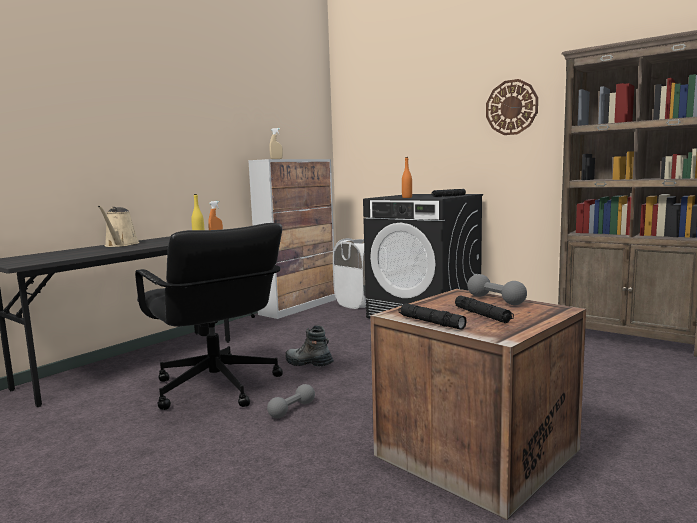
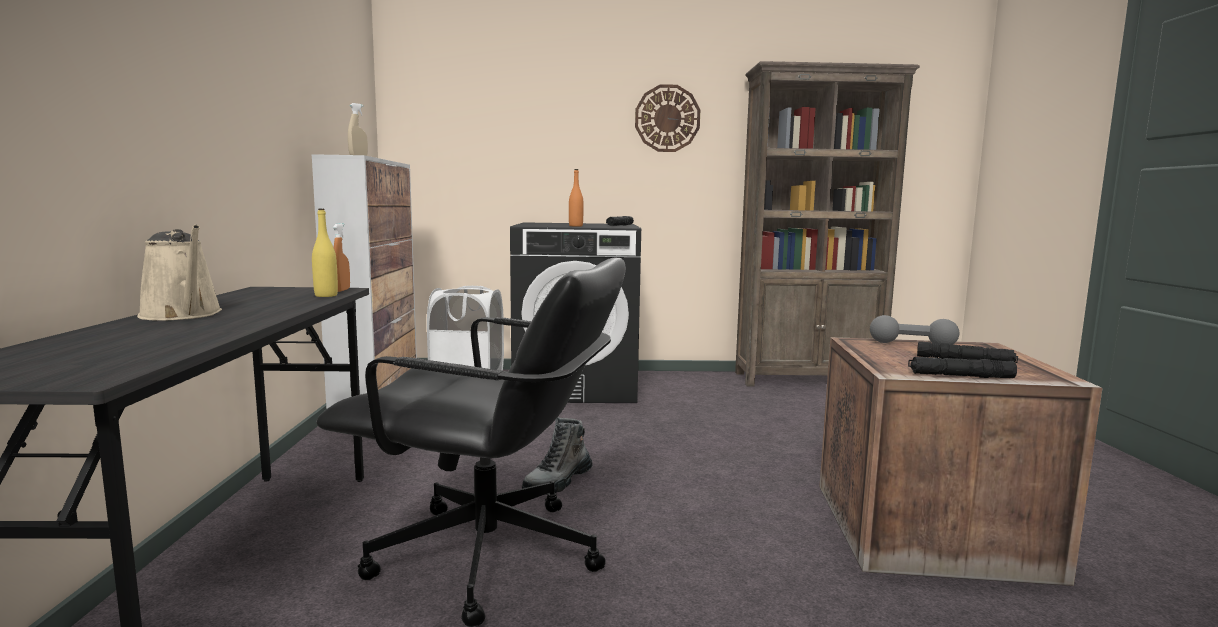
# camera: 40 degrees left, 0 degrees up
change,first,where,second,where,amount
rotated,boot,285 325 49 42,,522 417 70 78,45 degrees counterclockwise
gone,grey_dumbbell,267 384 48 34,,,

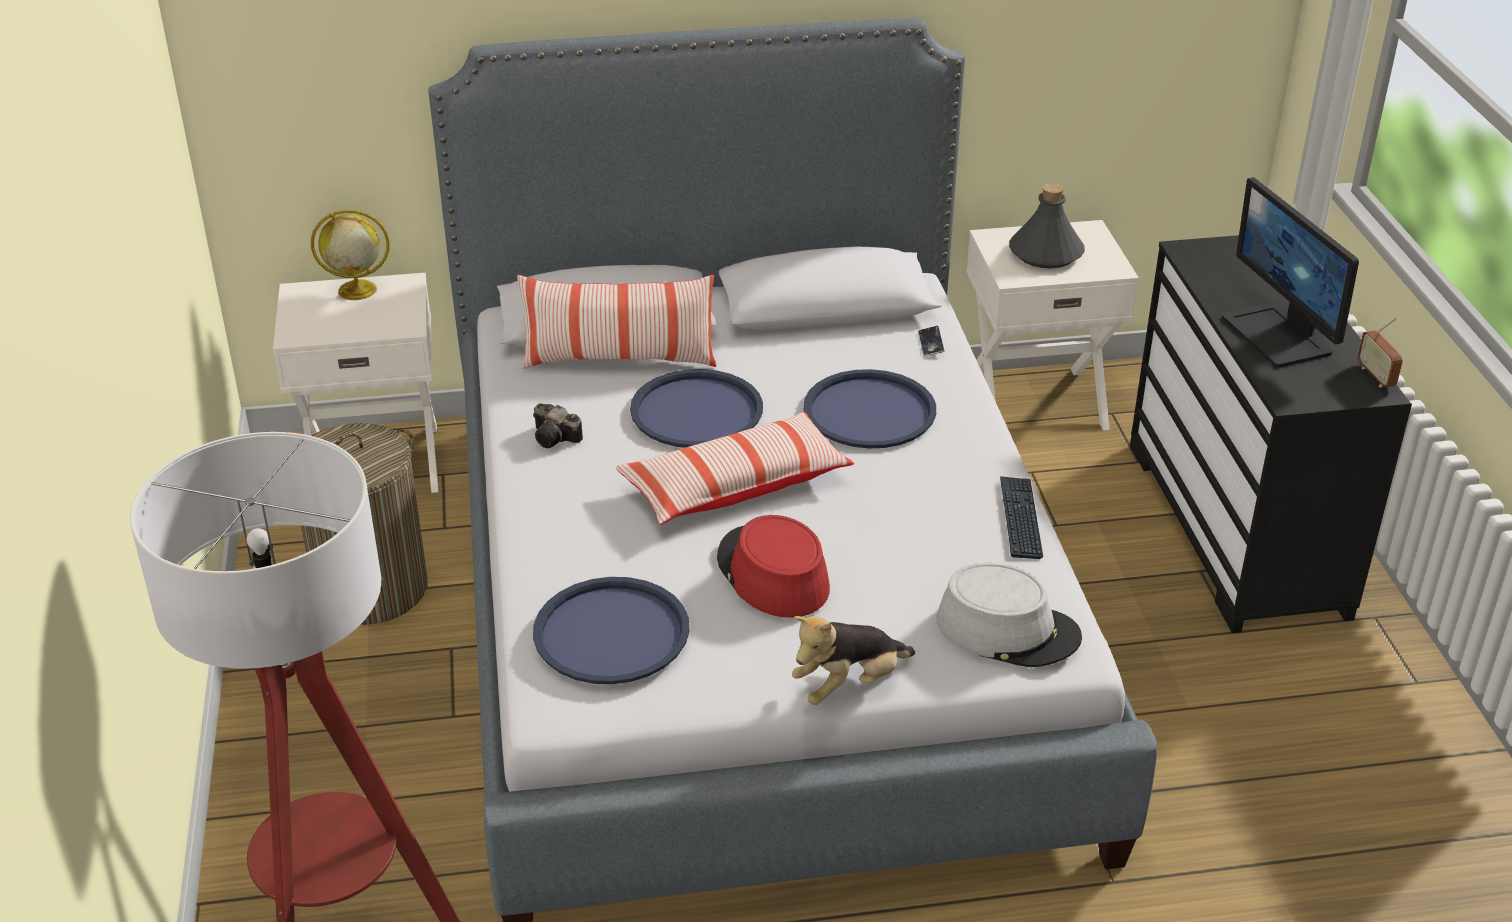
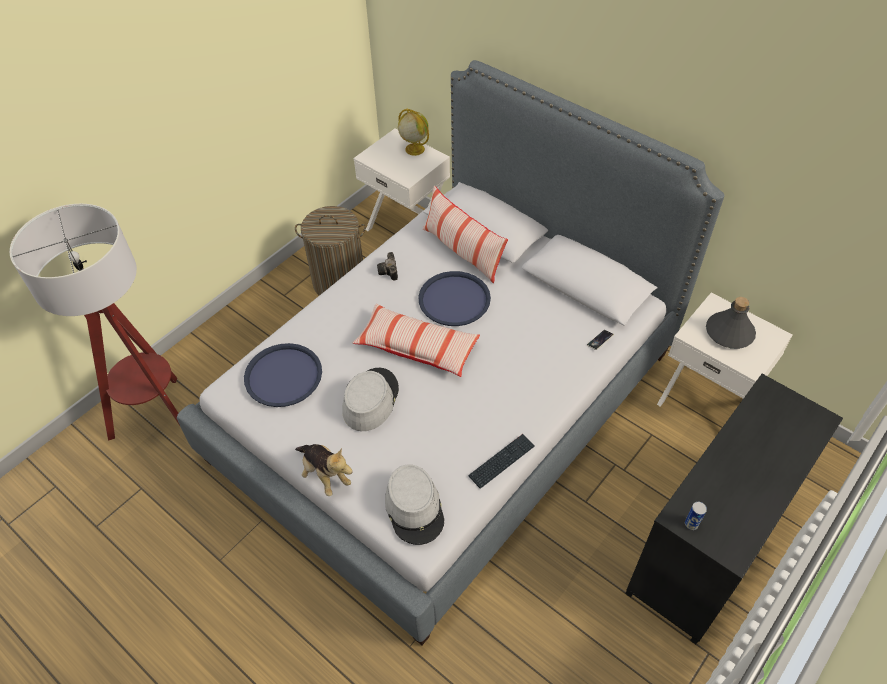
# camera: 50 degrees right, 15 degrees up
change,first,where,second,where,amount
rotated,plush_toy,792 616 123 89,,295 444 58 52,150 degrees counterclockwise
repainted,red_hat,717 515 113 103,grey_hat,342 368 57 63,
new,,,can,685 502 22 28,
gone,blue_tray,804 369 132 79,,,
gone,monitor,1222 177 137 190,,,
gone,radio,1358 317 44 70,,,

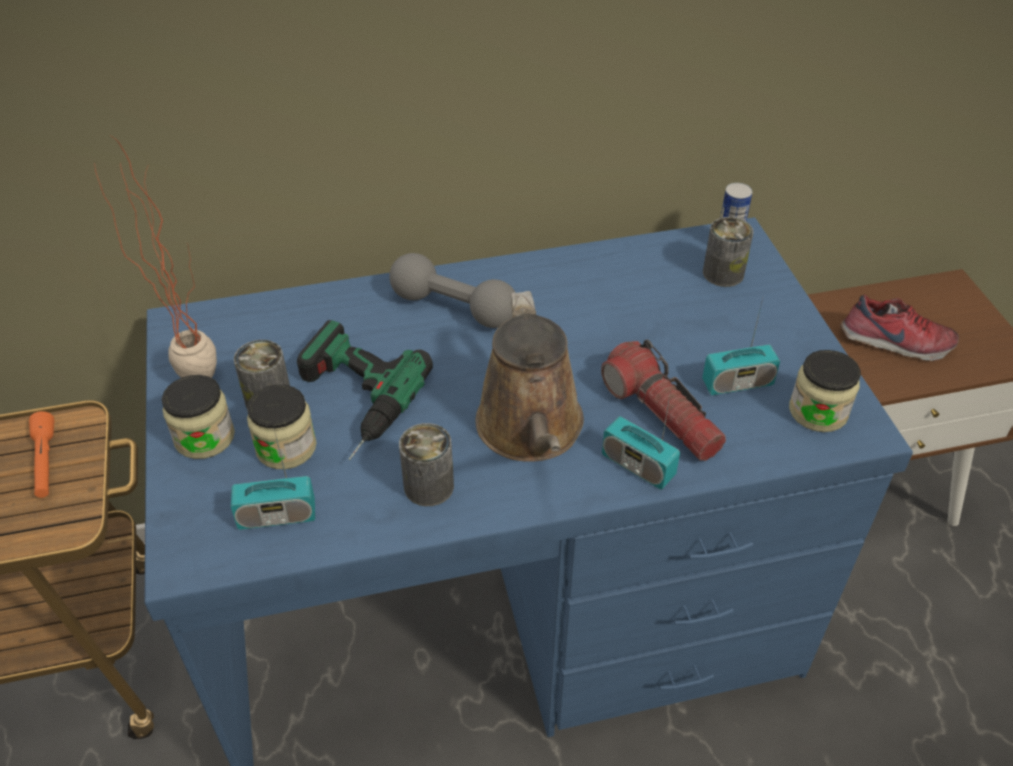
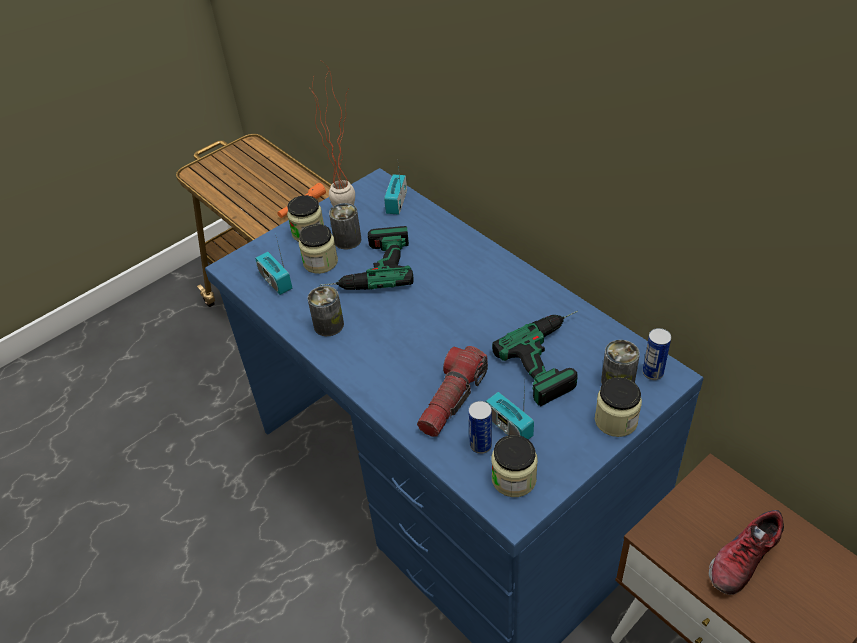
# camera: 65 degrees right, 0 degrees up
change,first,where,second,where,amount
shifted,radio,602 389 78 101,,384 166 23 49,
new,,,can,468 401 24 53,
new,,,power_drill,492 311 86 95,
new,,,jar,595 377 47 60,
rotated,shoe,840 295 119 66,,709 510 75 85,60 degrees clockwise
gone,grey_dumbbell,389 253 126 75,,,
gone,brown_watering_can,475 291 109 171,,,

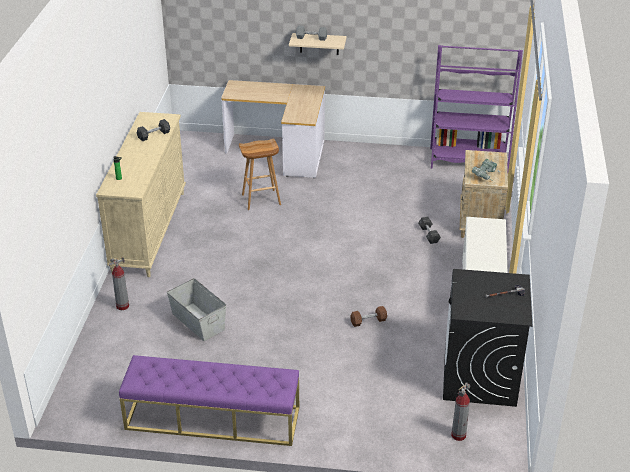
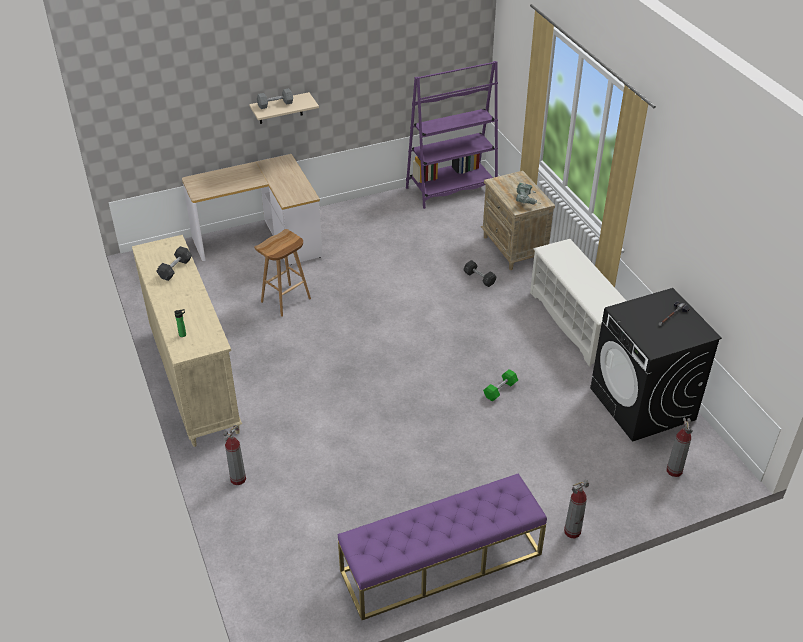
# camera: 30 degrees left, 5 degrees up
change,first,where,second,where,amount
repainted,brown_dumbbell,350 306 37 21,green_dumbbell,483 369 35 33,
new,,,fire_extinguisher,564 480 25 58,
gone,grey_storage_box,167 278 59 63,,,

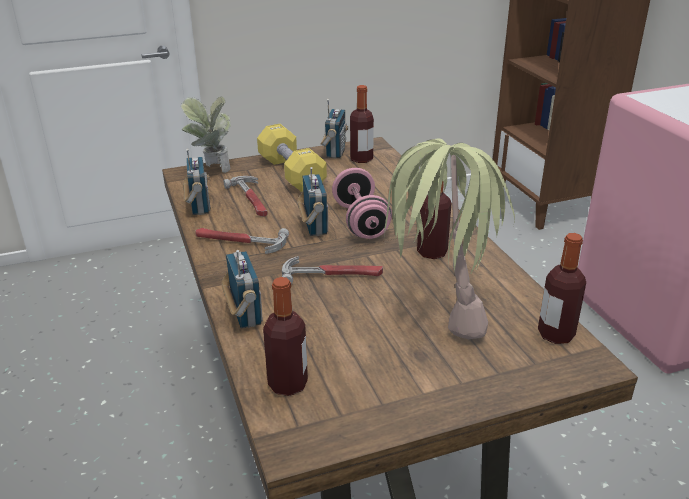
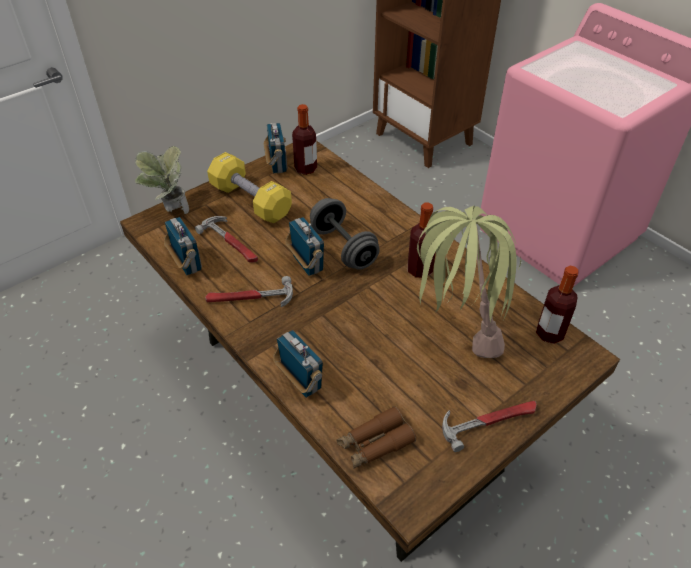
# camera: 20 degrees left, 15 degrees up
change,first,where,second,where,amount
repainted,pink_dumbbell,332 168 60 71,grey_dumbbell,310 198 70 72,
swapped,bottle,263 277 45 119,brown_binoculars,337 406 79 63,
shifted,hammer,282 256 101 28,,442 401 94 51,

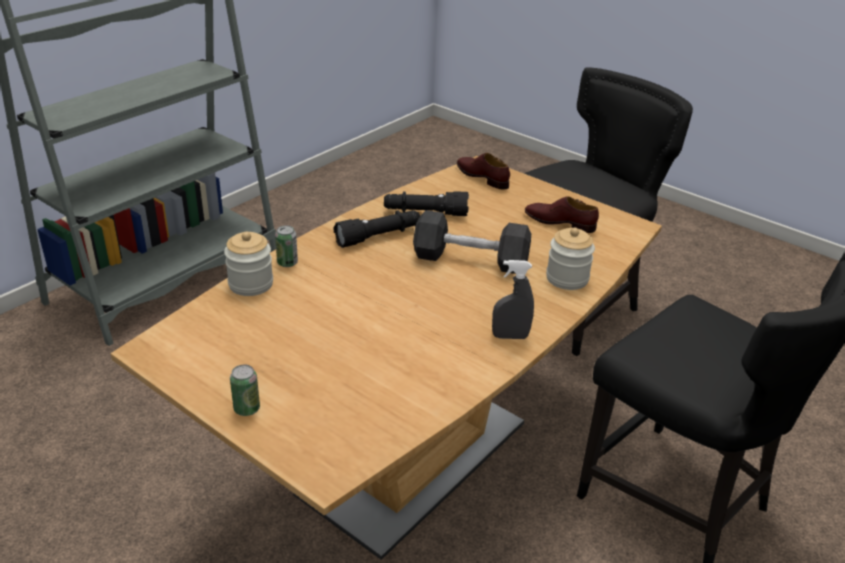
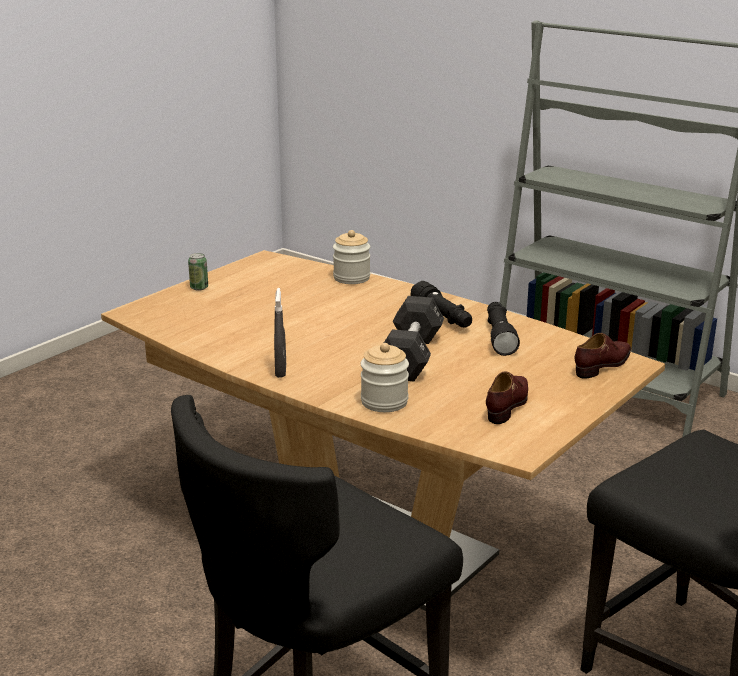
# camera: 90 degrees right, 10 degrees down
change,first,where,second,where,amount
gone,can,275 225 23 42,,,

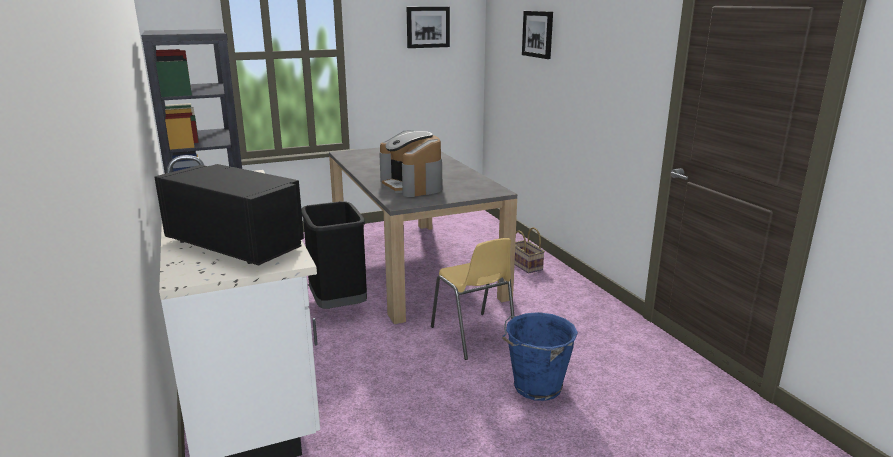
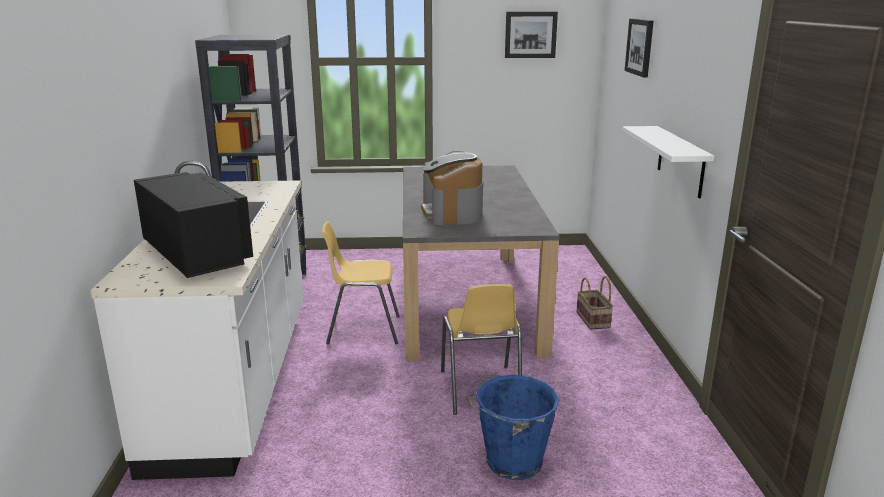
# camera: 20 degrees right, 0 degrees up
change,first,where,second,where,amount
swapped,black_trash_can,301 201 66 108,yellow_chair,322 221 78 123,
new,,,white_shelf,622 126 93 73,

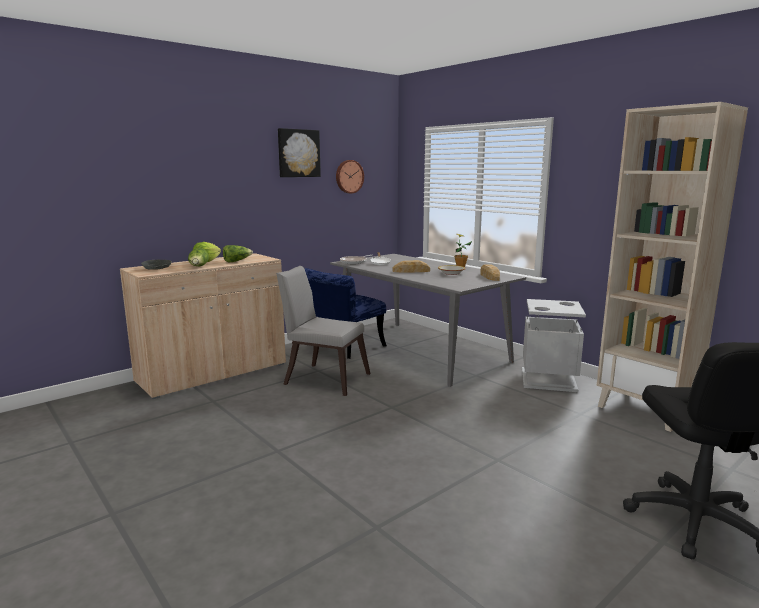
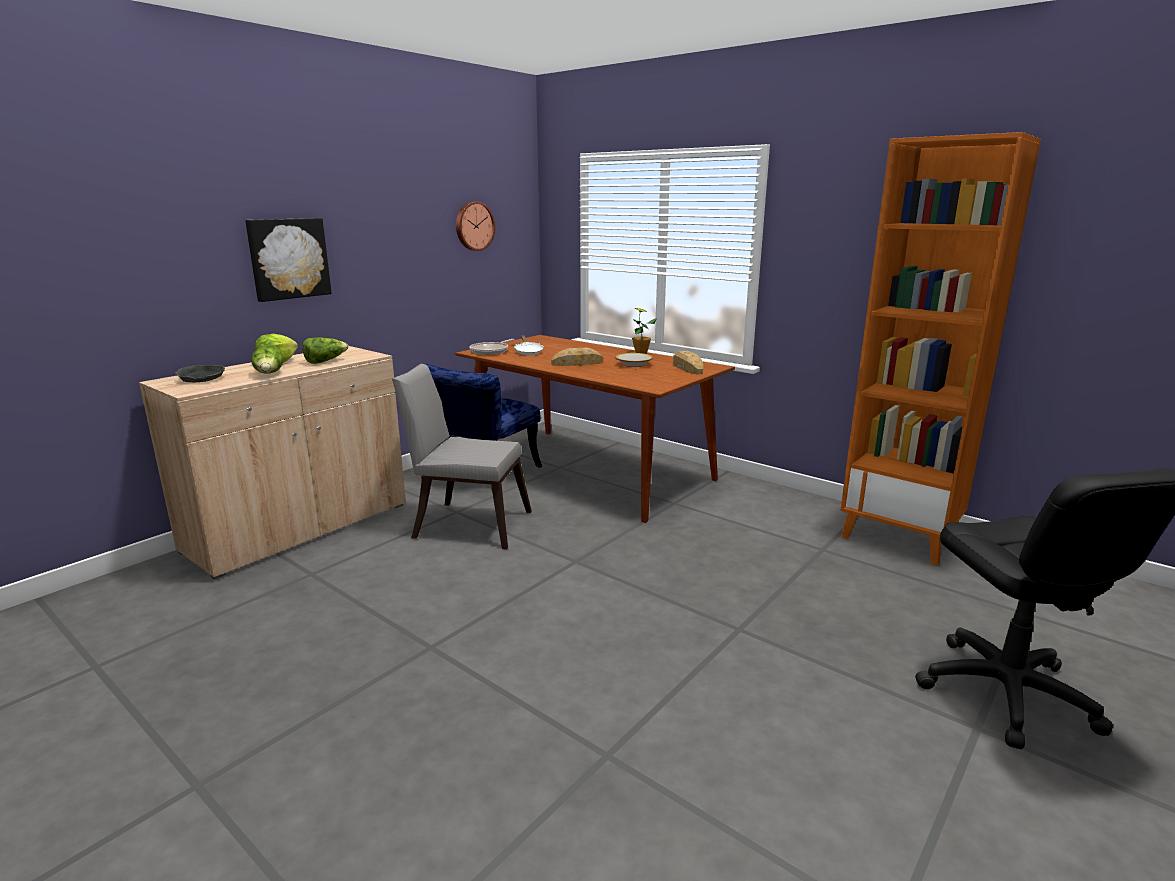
# camera: 10 degrees left, 5 degrees up
change,first,where,second,where,amount
shifted,picture,278 128 43 49,,245 218 87 84,
repainted,grey_dining_table,330 254 196 133,brown_dining_table,455 335 280 188,
repainted,beige_bookcase,597 102 151 330,orange_bookcase,840 132 201 434,
gone,grey_trash_can,522 299 64 93,,,

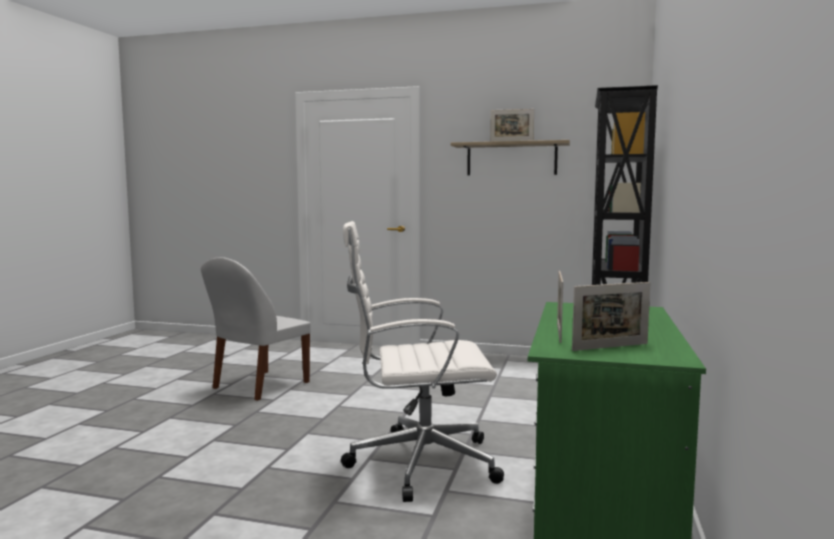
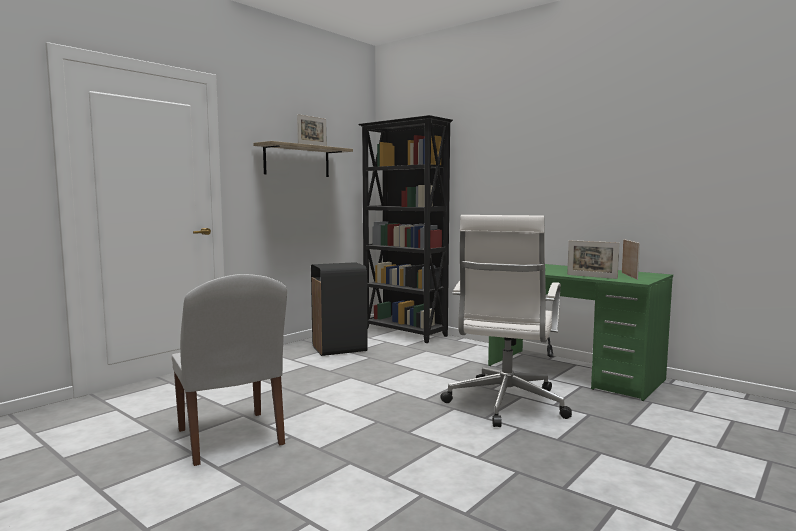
# camera: 65 degrees left, 0 degrees up
change,first,where,second,where,amount
new,,,black_trash_can,311 262 57 94,

